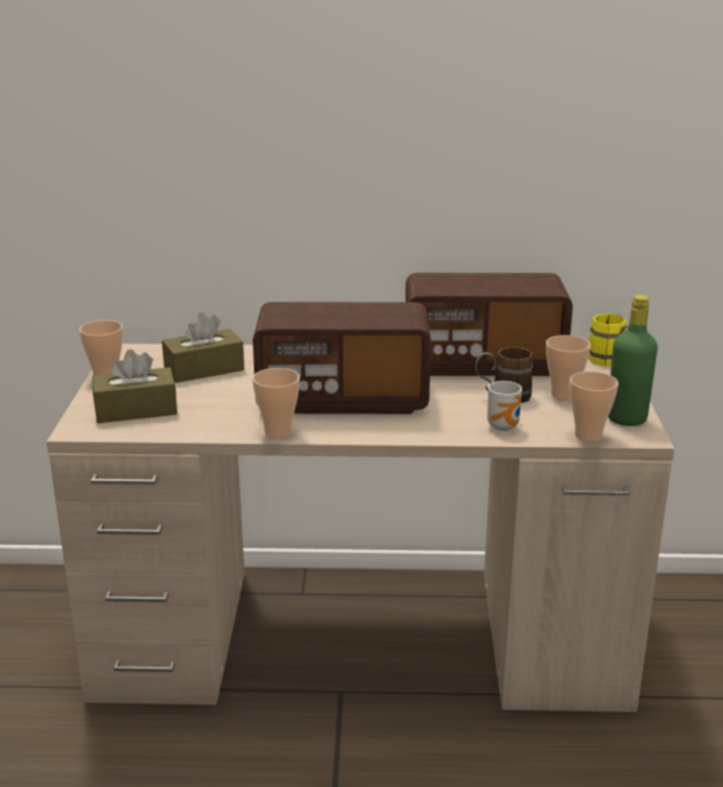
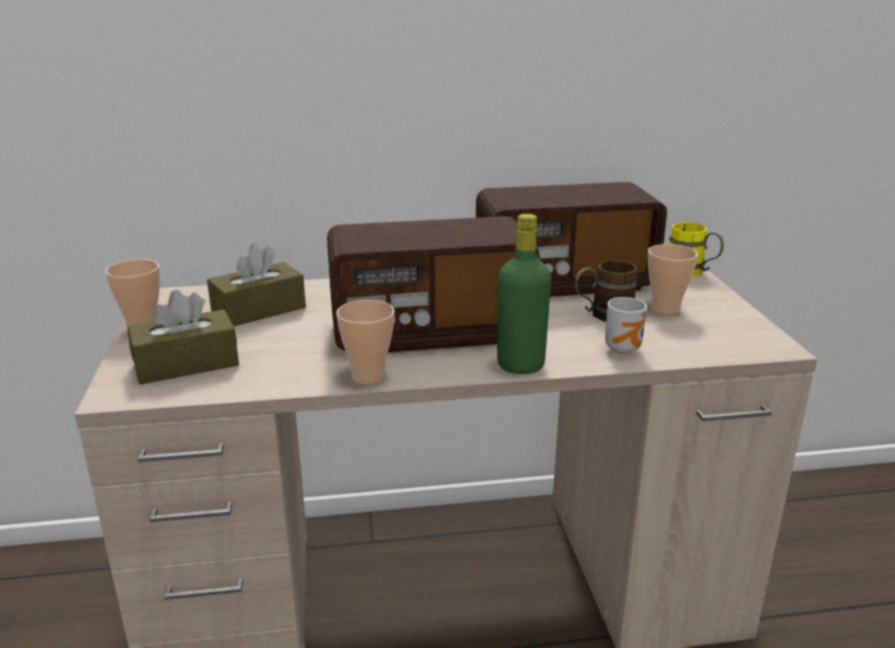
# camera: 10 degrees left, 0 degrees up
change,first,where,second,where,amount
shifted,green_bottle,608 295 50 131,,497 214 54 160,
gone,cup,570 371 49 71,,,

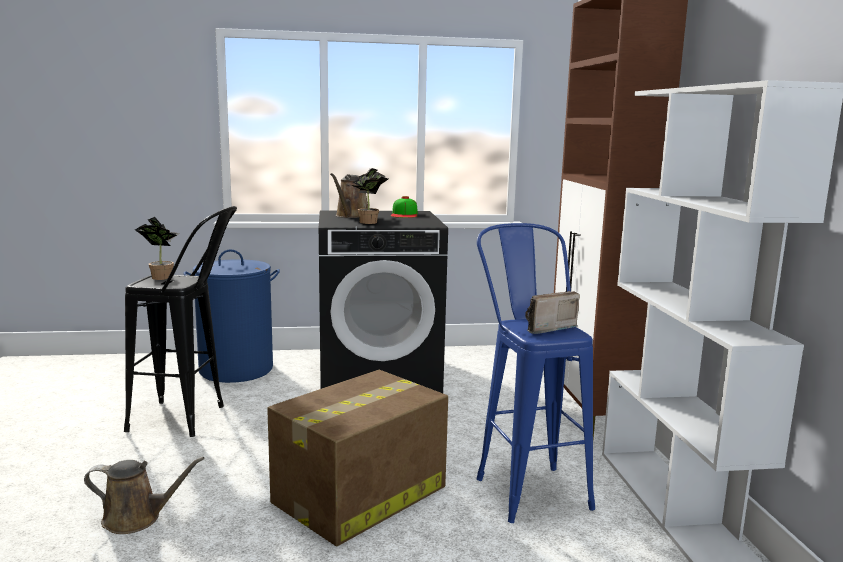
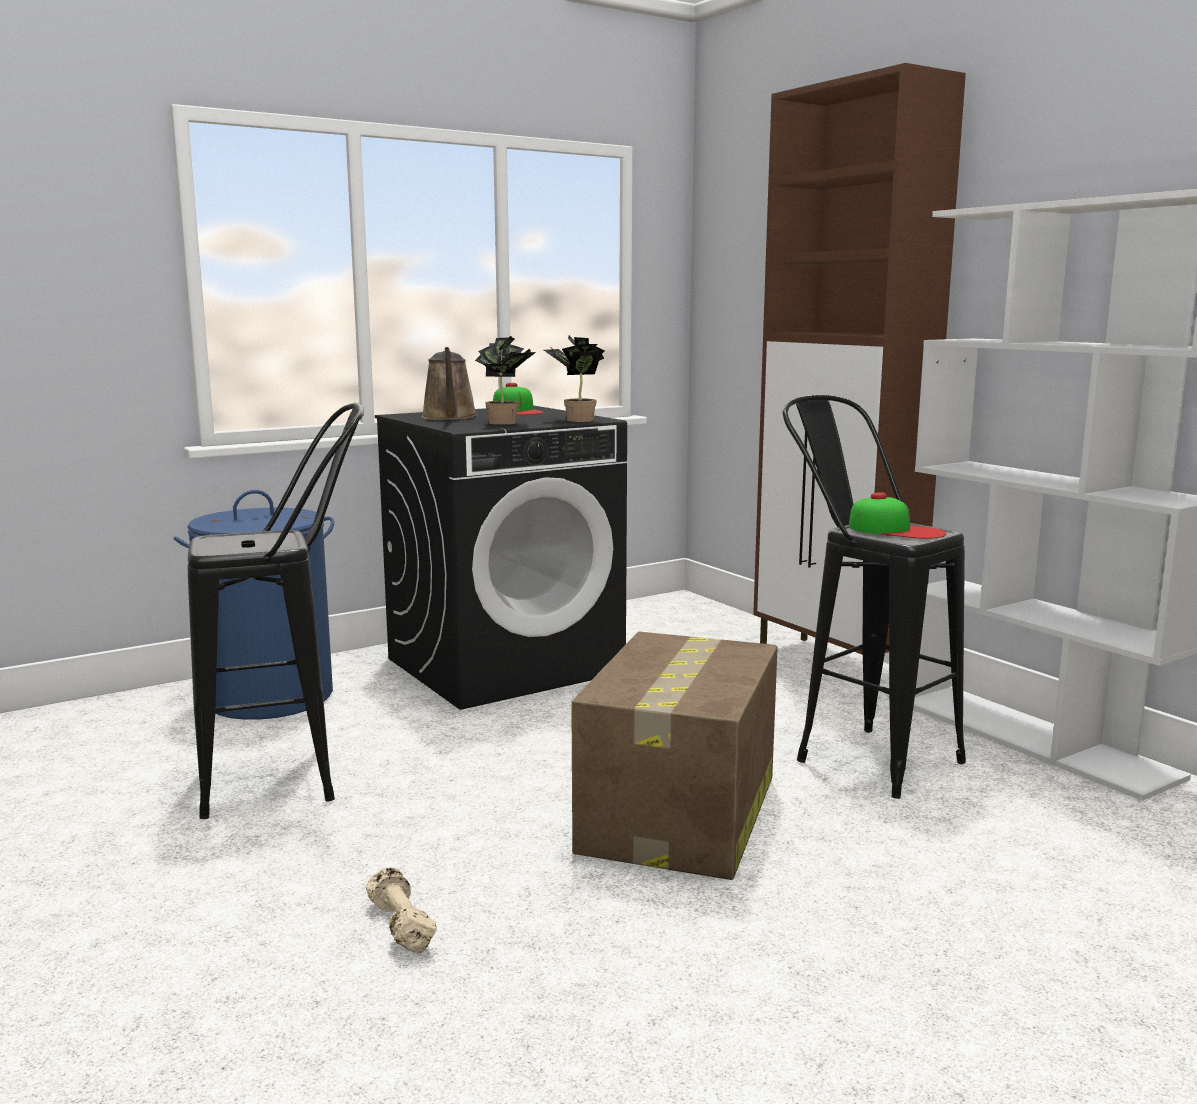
# camera: 25 degrees left, 0 degrees up
change,first,where,second,where,amount
swapped,brown_watering_can,84 457 120 77,beige_dumbbell,366 867 71 86,
shifted,potted_plant,135 217 45 63,,544 335 61 87,
repainted,blue_stool,476 223 119 300,black_stool,782 395 184 404,
swapped,radio,525 291 55 43,cap,849 492 98 47,

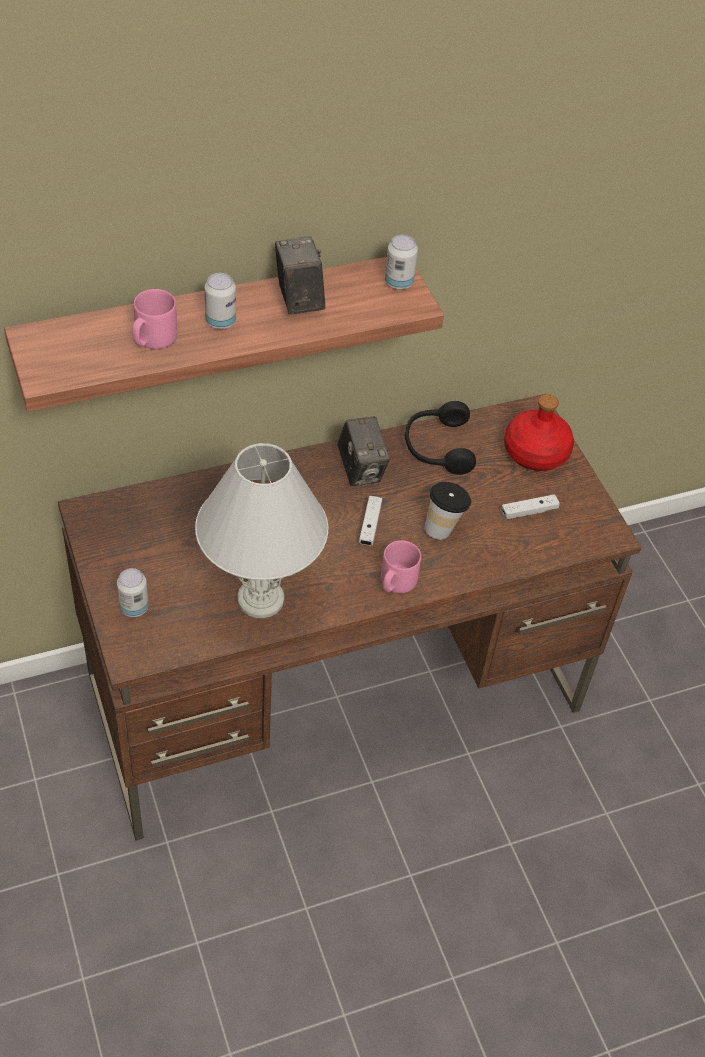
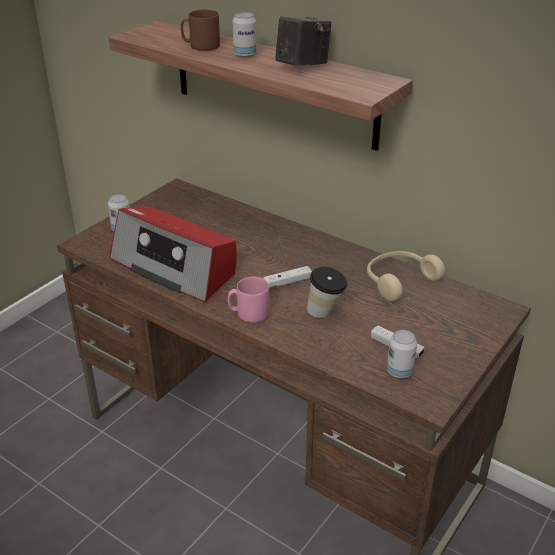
# camera: 60 degrees right, 15 degrees down
change,first,where,second,where,amount
swapped,white_table_lamp,195 443 133 175,radio,110 207 127 95,
repainted,pink_mug,133 289 44 60,brown_mug,181 10 39 41,
repainted,black_headphones,405 401 71 74,beige_headphones,367 251 78 50,
shifted,can,385 235 33 55,,387 330 30 48,
gone,photo_camera,337 416 53 70,,,
gone,red_bottle,504 394 70 77,,,

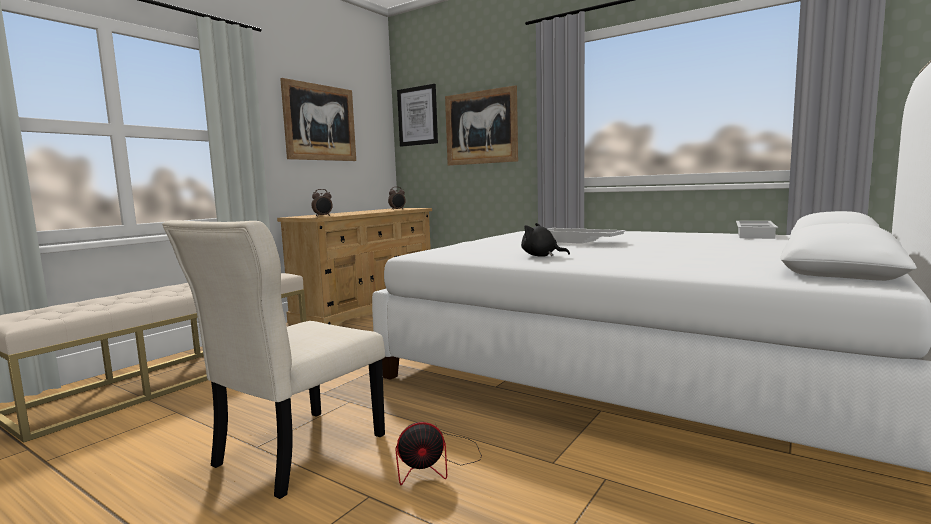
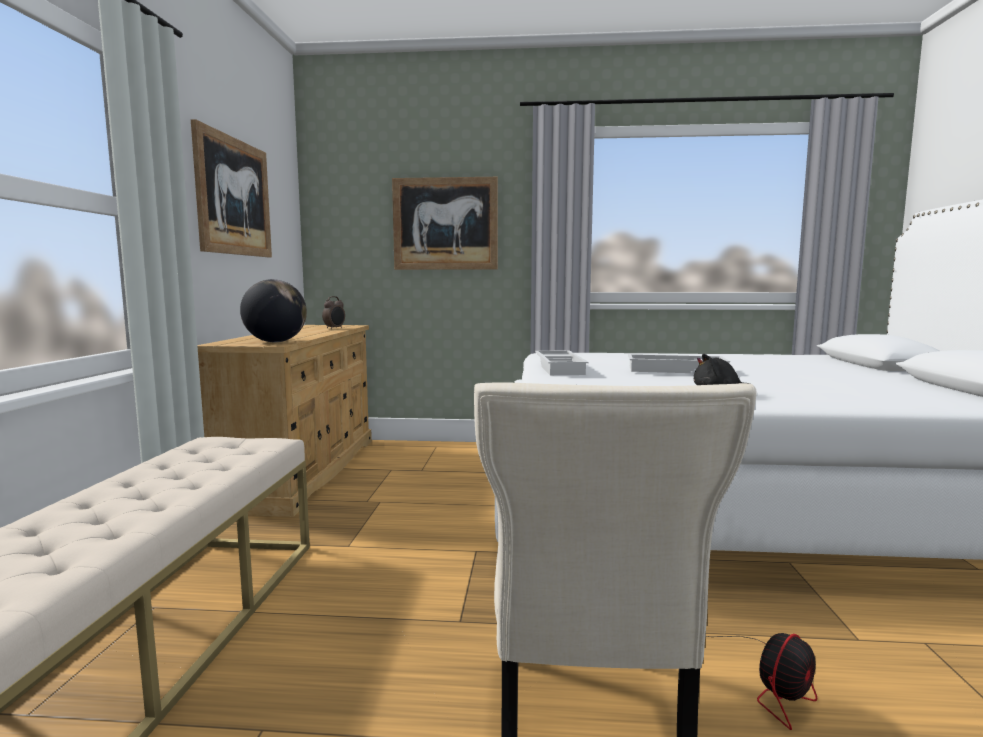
# camera: 30 degrees left, 0 degrees up
change,first,where,second,where,amount
swapped,alarm_clock,311 189 22 27,globe,240 279 67 63,
shifted,white_tray,736 221 42 18,,535 351 54 24,
gone,picture,397 84 41 63,,,

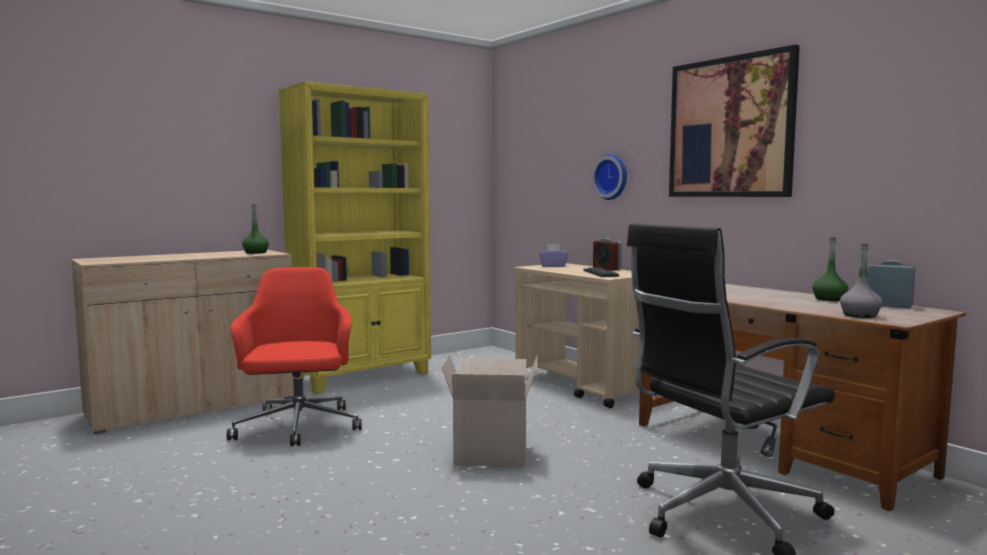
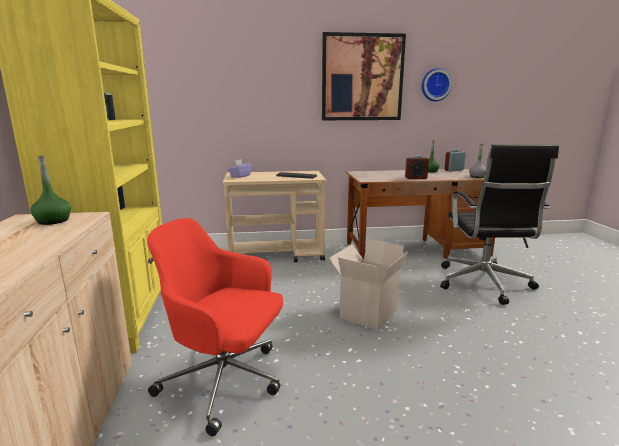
# camera: 60 degrees left, 10 degrees up
change,first,where,second,where,amount
shifted,alarm_clock,593 238 29 33,,405 155 24 24,
shifted,wall_clock,592 154 35 46,,422 68 30 33,

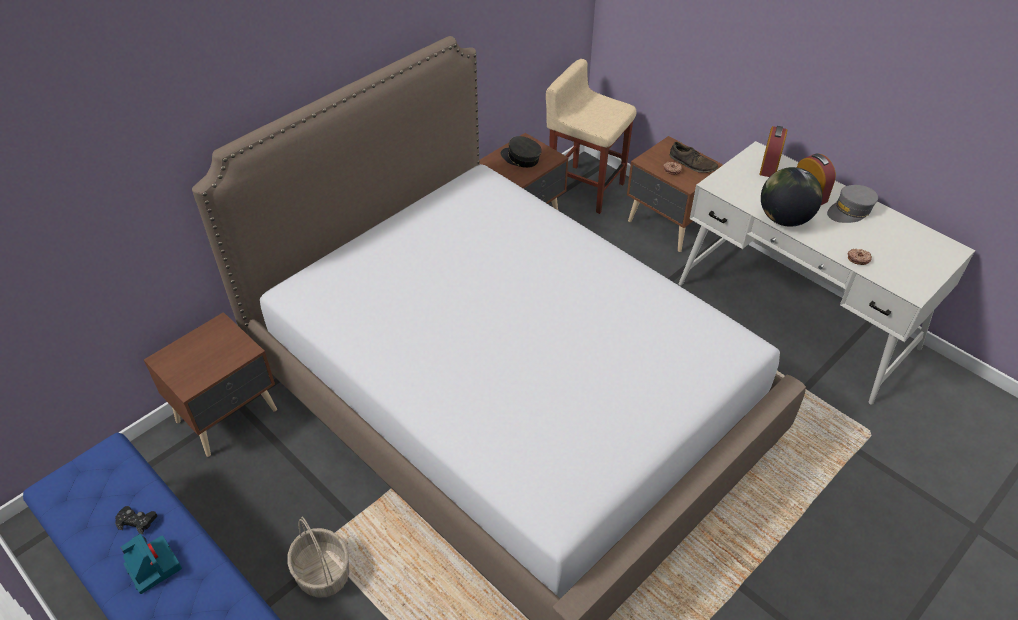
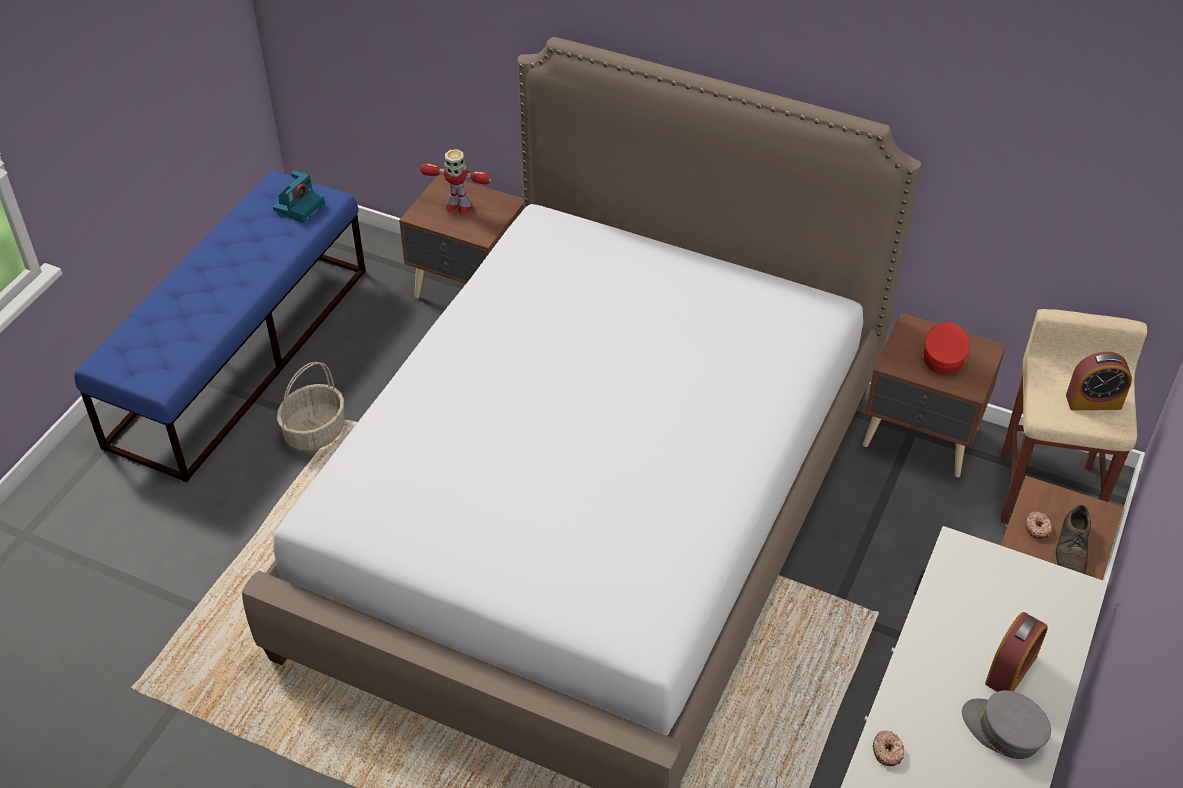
# camera: 70 degrees right, 0 degrees up
change,first,where,second,where,amount
shifted,photo_camera,120 533 62 61,,273 170 52 53,
new,,,toy_robot,420 149 71 66,
repainted,grey_cap,501 136 41 32,red_cap,923 322 47 53,
shifted,alarm_clock,759 126 28 51,,1066 351 66 59,
gone,black_game_controller,115 506 42 28,,,
gone,globe,761 167 61 60,,,

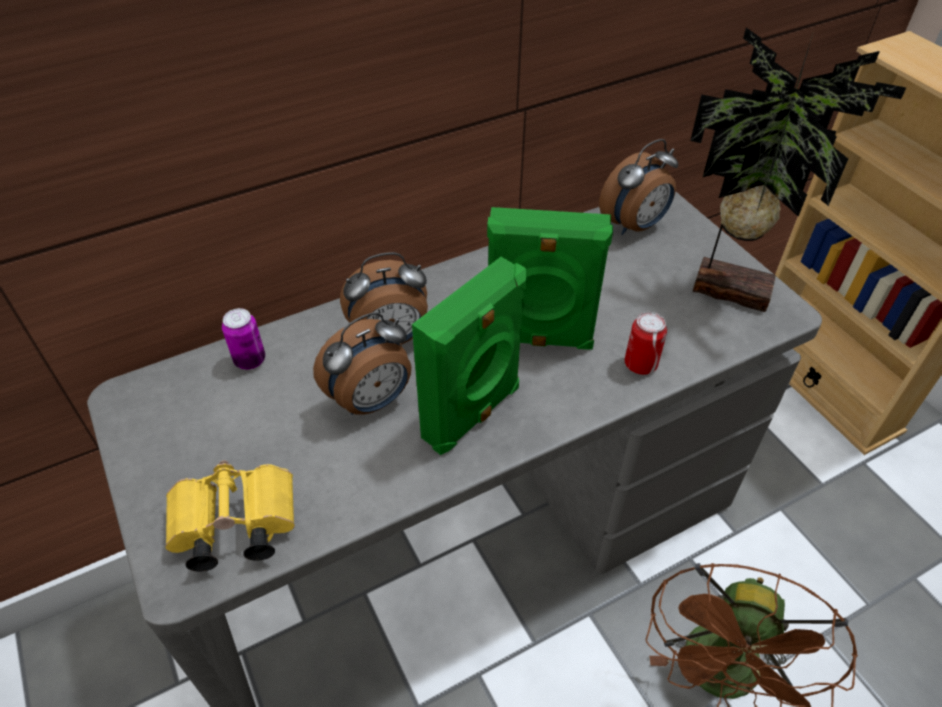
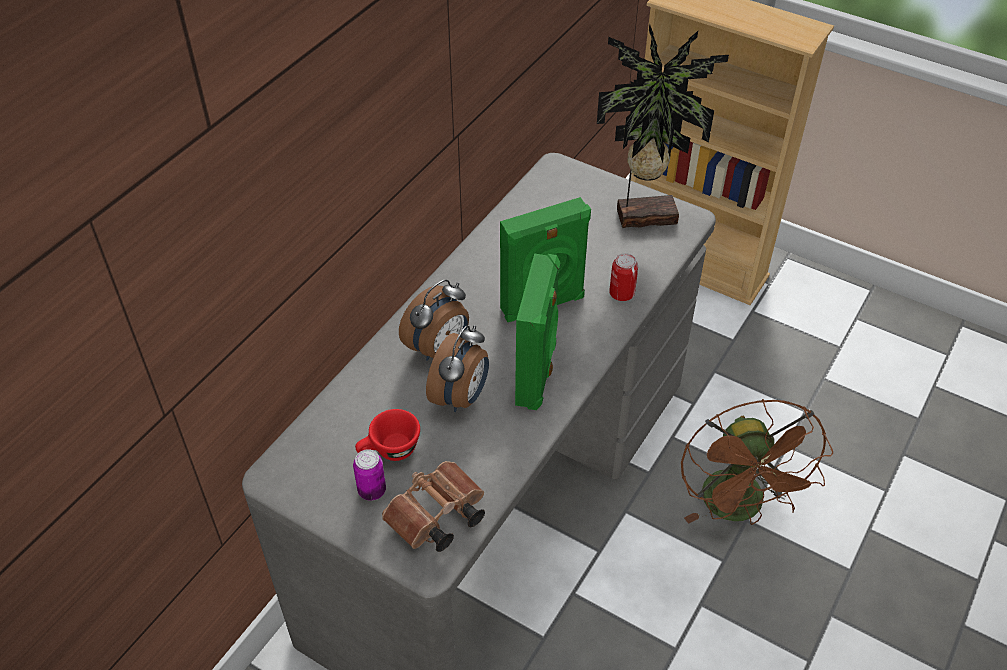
# camera: 30 degrees left, 0 degrees up
change,first,where,second,where,amount
shifted,can,222 308 43 62,,353 449 33 52,
new,,,red_cup,355 409 65 52,
repainted,yellow_binoculars,165 461 130 111,brown_binoculars,382 461 103 91,
gone,alarm_clock,599 139 79 96,,,

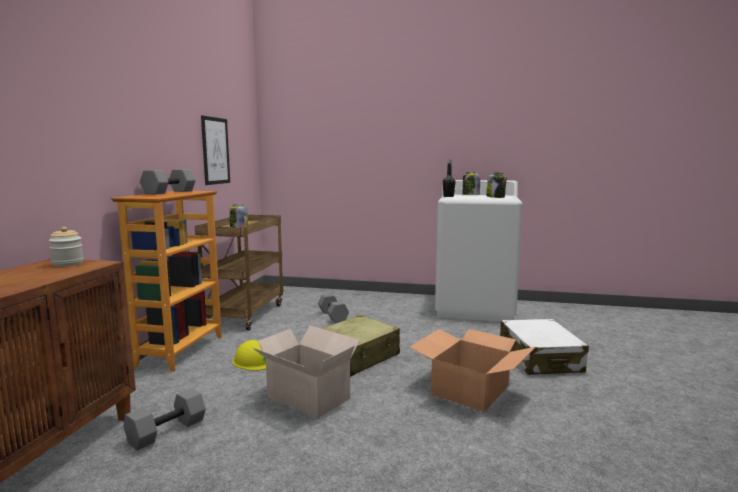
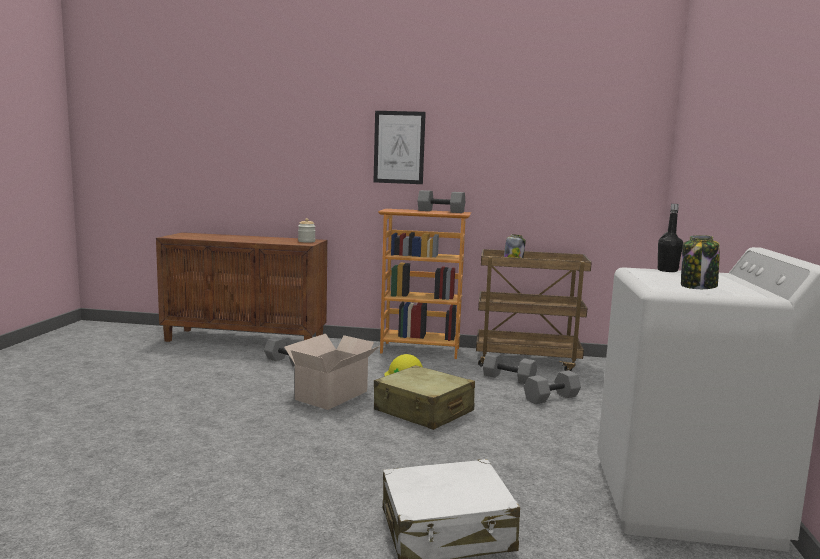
# camera: 85 degrees right, 0 degrees up
change,first,where,second,where,amount
shifted,picture,201 116 29 69,,374 111 52 73,
new,,,grey_dumbbell,483 352 54 32,
gone,cardboard_box,410 329 126 83,,,
gone,jar,463 172 17 23,,,

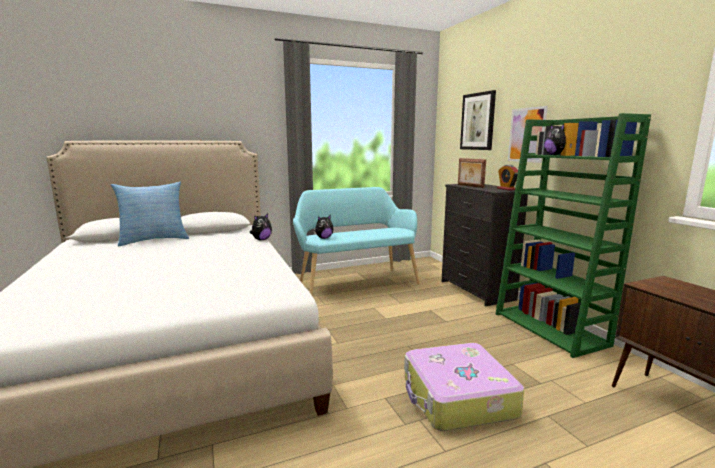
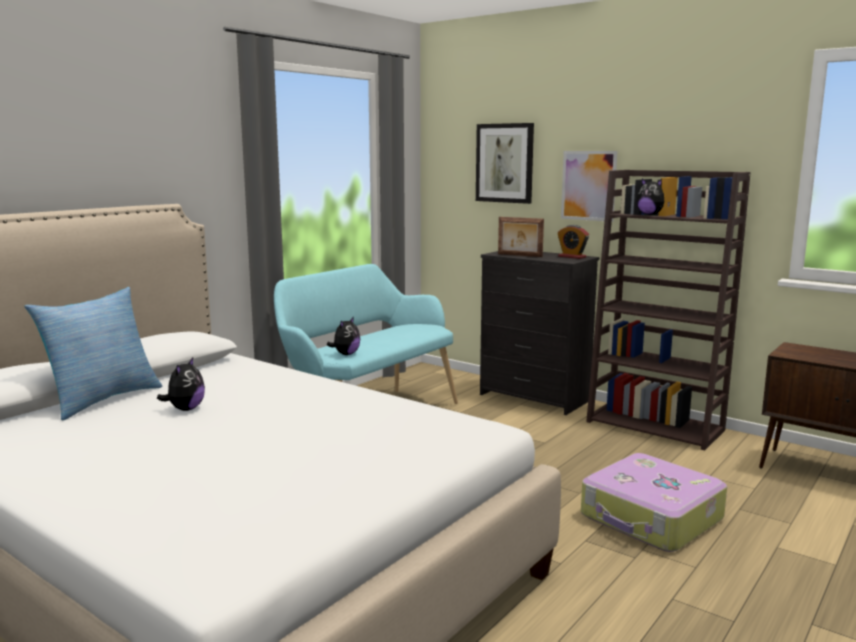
# camera: 30 degrees left, 0 degrees up
change,first,where,second,where,amount
shifted,plush_toy,249 214 23 26,,157 357 48 54,
repainted,green_bookcase,496 113 155 245,brown_bookcase,586 170 165 280,

